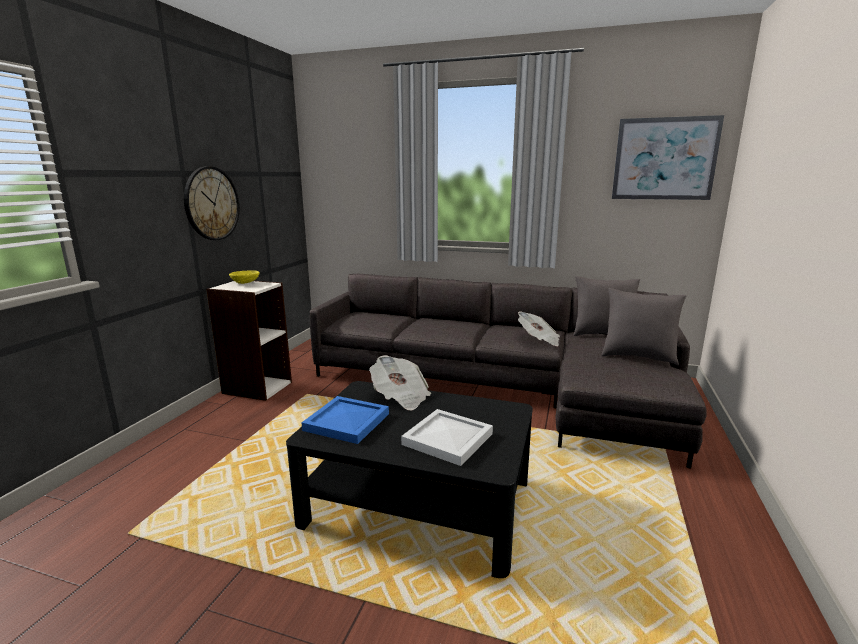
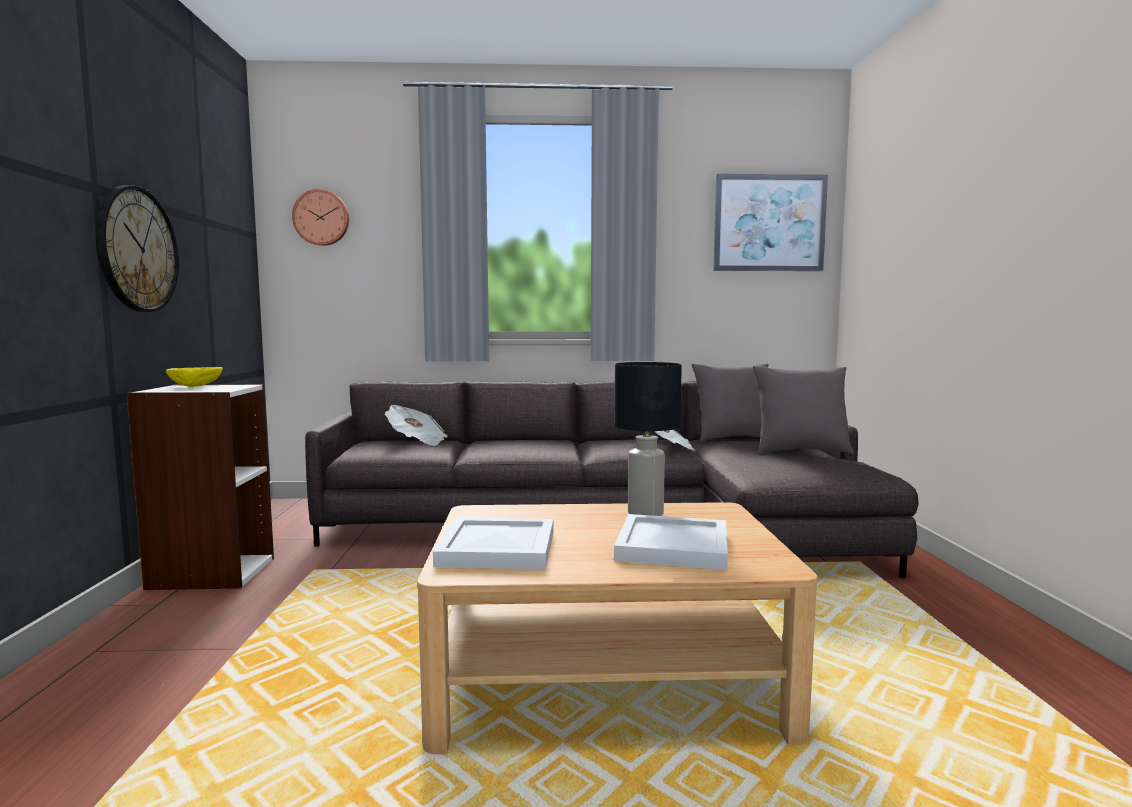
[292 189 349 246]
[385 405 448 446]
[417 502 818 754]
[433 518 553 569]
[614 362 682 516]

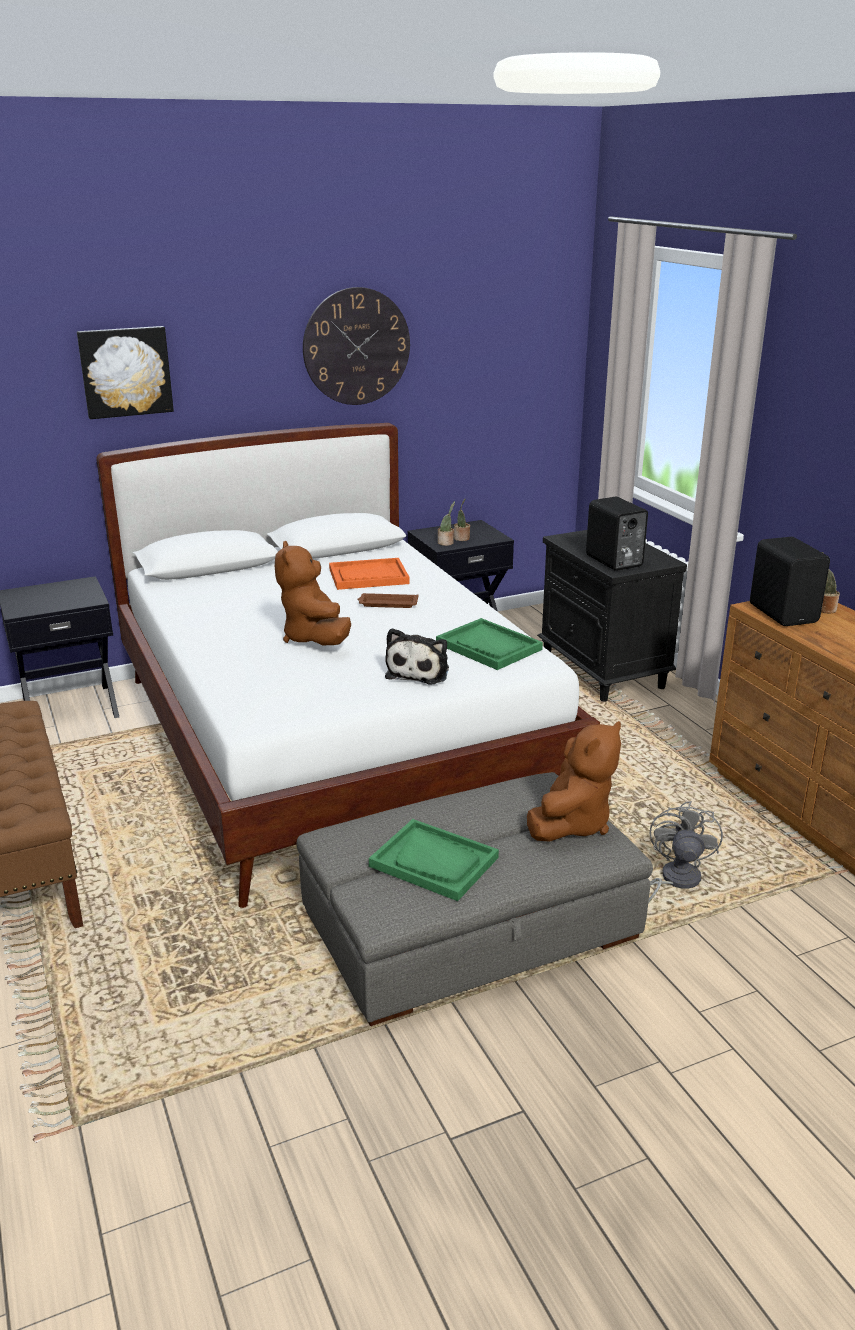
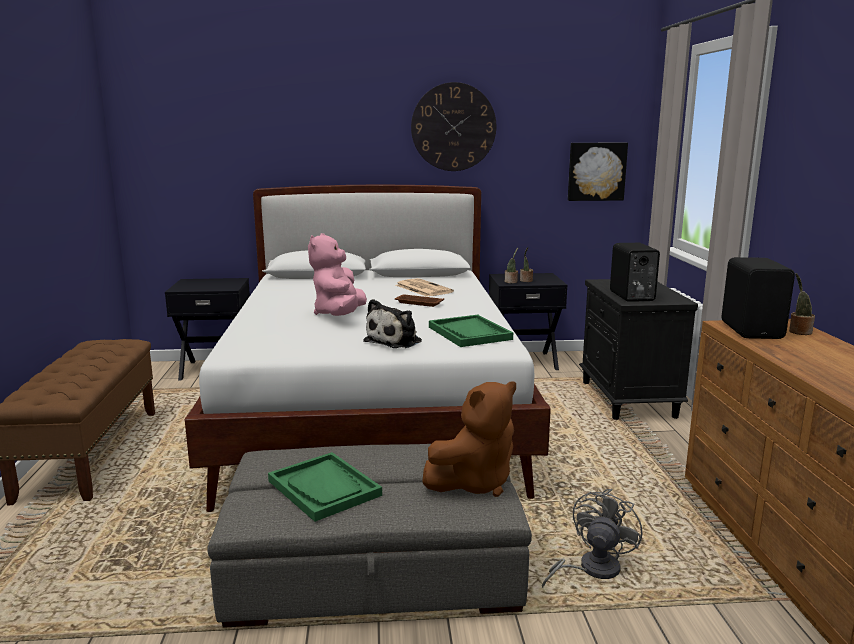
[308 233 367 316]
[396 278 454 297]
[568 143 628 201]

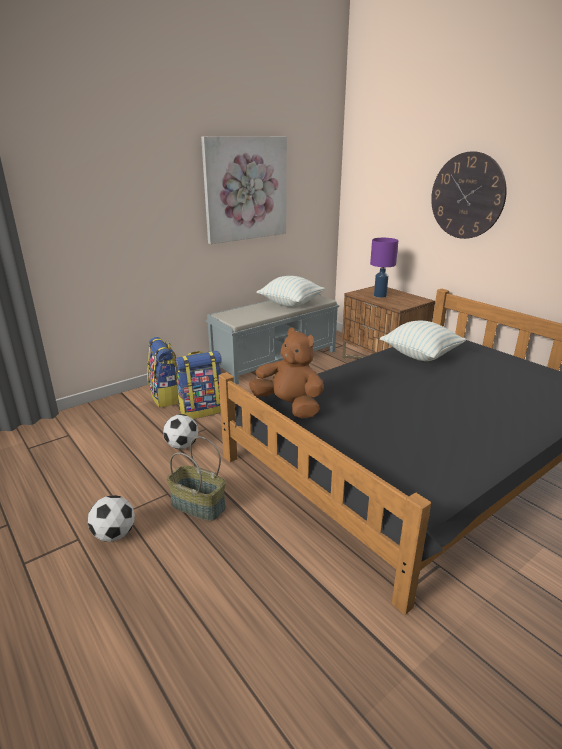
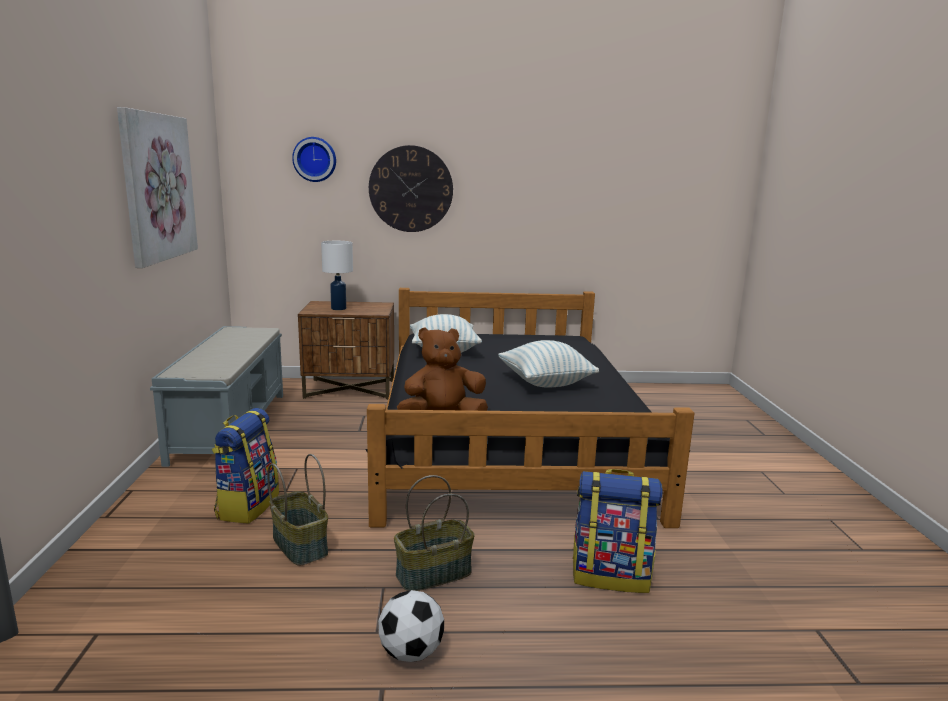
[267 454 328 566]
[292 137 336 182]
[321 241 353 310]
[498 340 599 387]
[572 469 663 593]

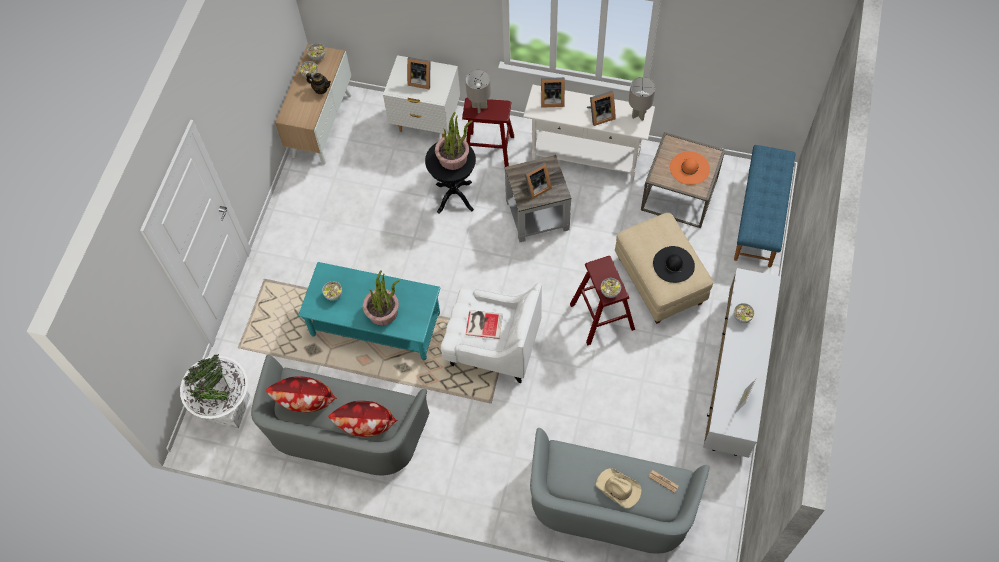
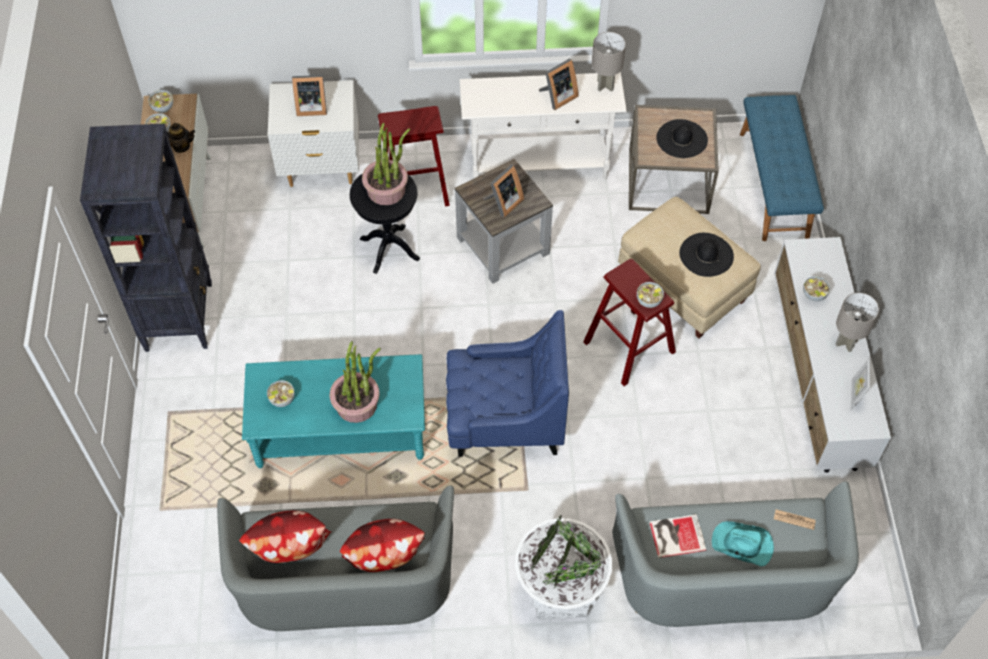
[80 123 212 352]
[446 310 569 457]
[515 514 612 620]
[649 514 706 558]
[656 119 708 158]
[712 521 774 566]
[836 293 879 352]
[541 77 565 108] (first image)

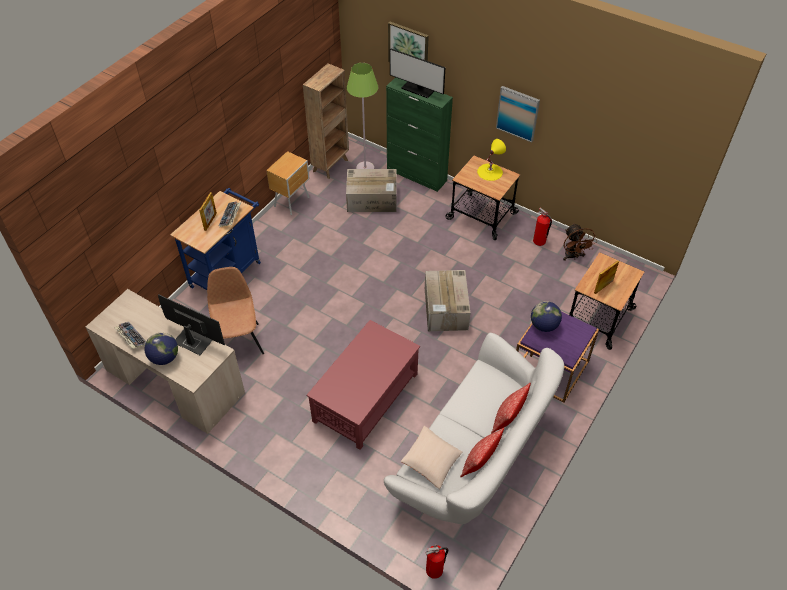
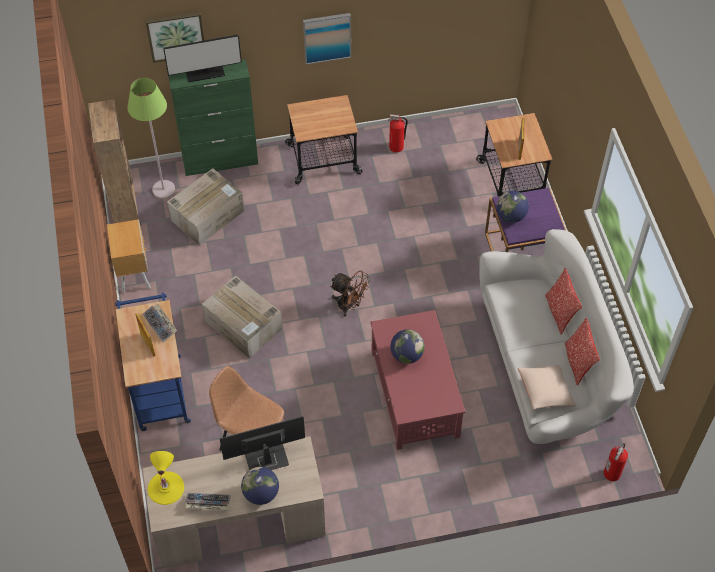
[148 451 184 505]
[202 276 283 359]
[330 270 370 317]
[390 329 425 364]

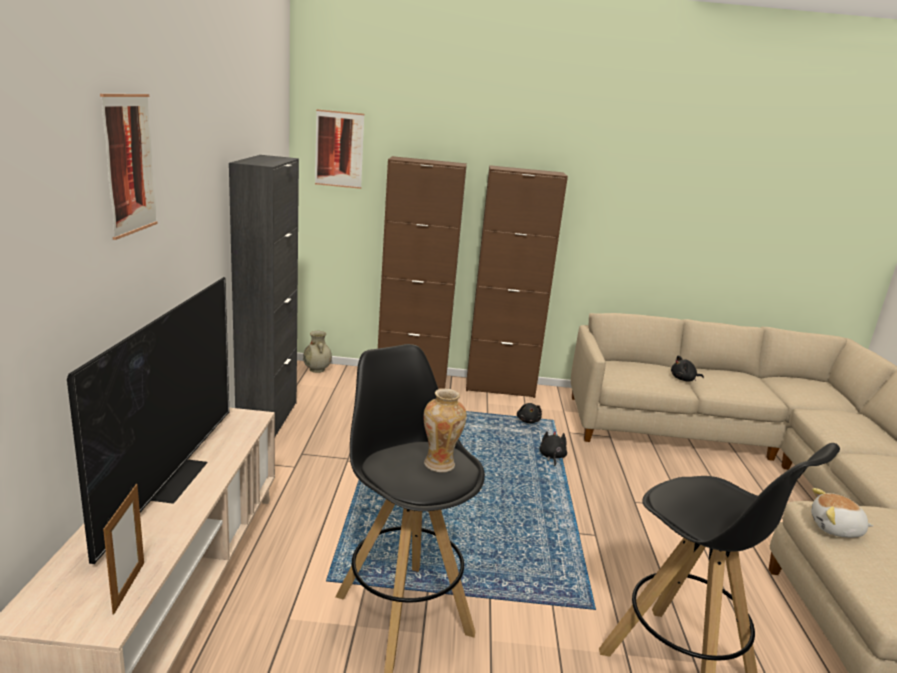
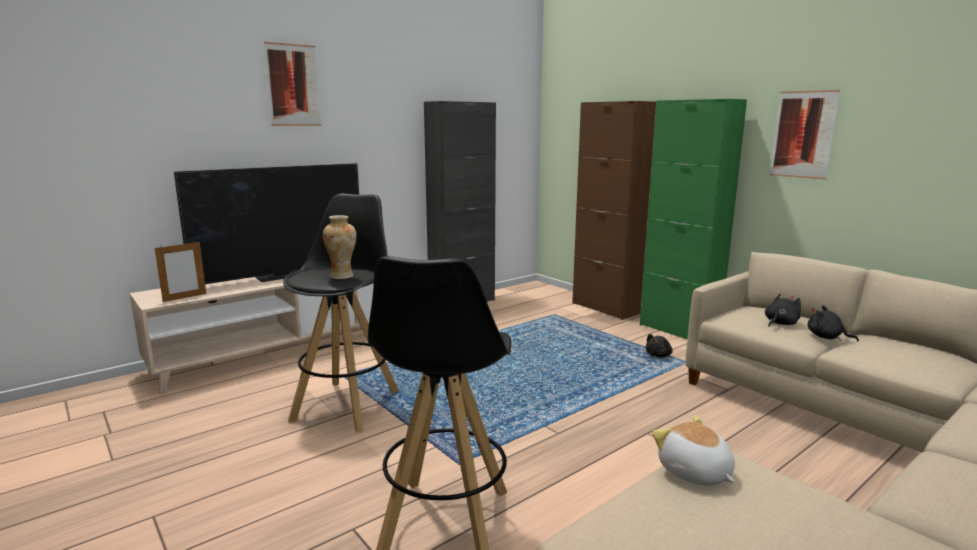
[640 99 747 339]
[765 294 801 327]
[770 90 840 179]
[303 331 332 373] (first image)

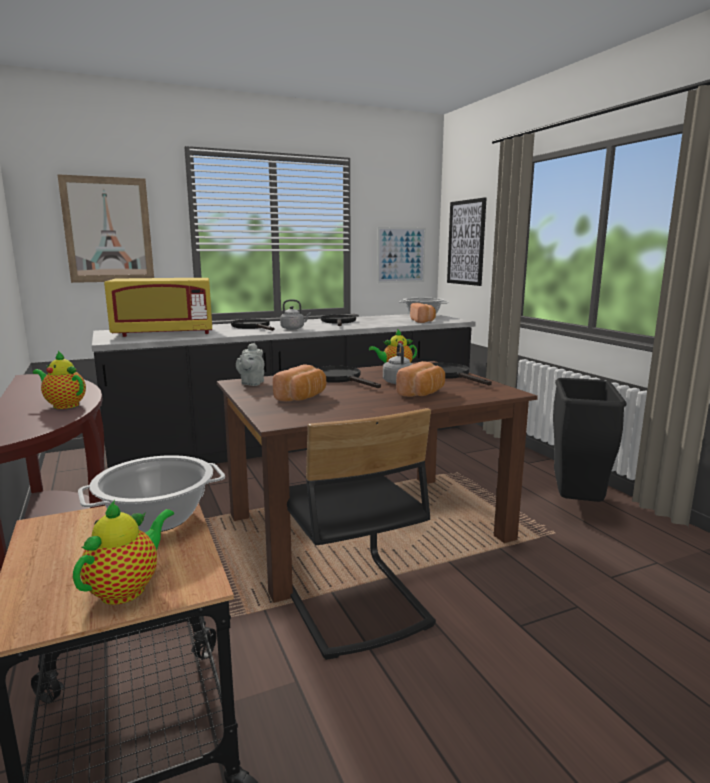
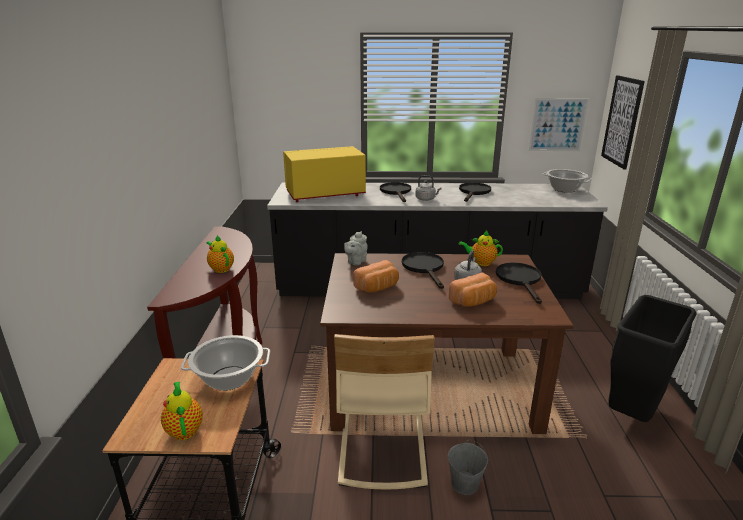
[161 382 203 440]
[283 146 366 202]
[334 334 435 489]
[448 439 488 495]
[57 174 154 283] (first image)
[410 303 436 323] (first image)

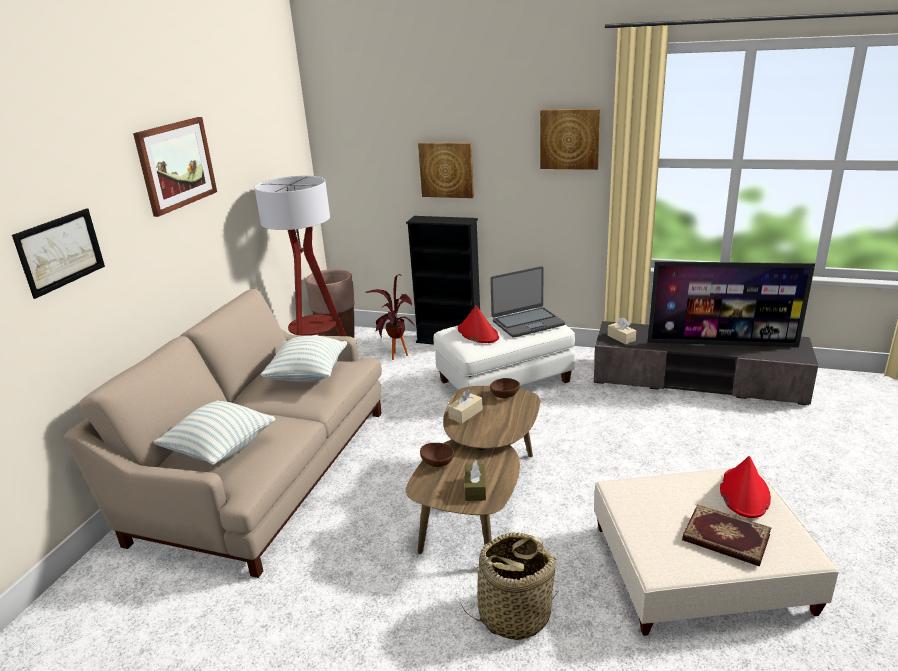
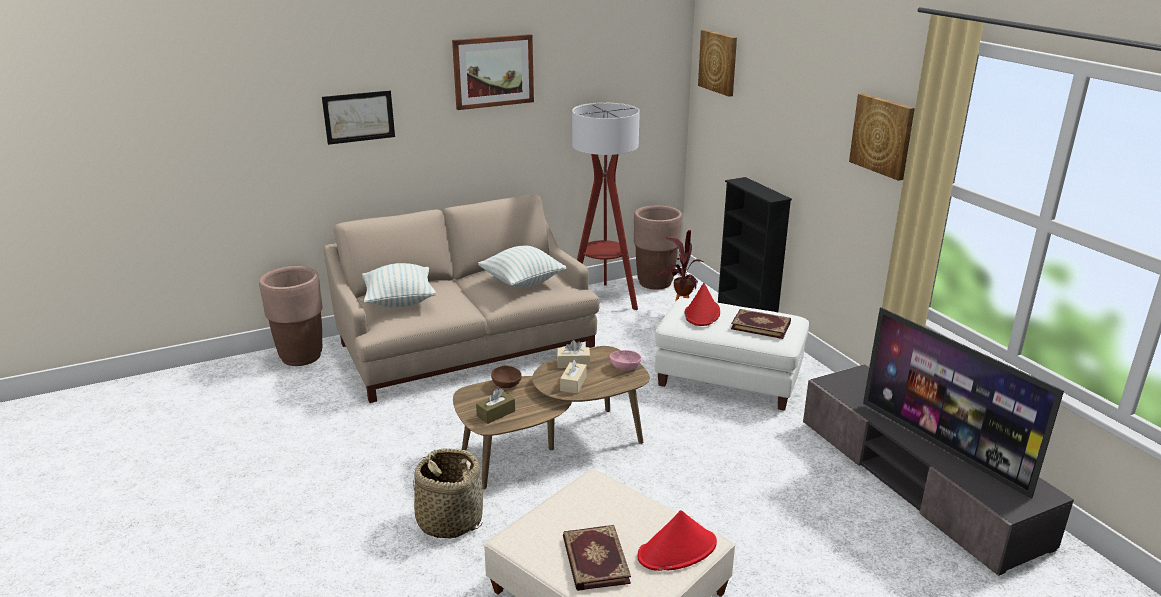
[259 266 322 366]
[560 358 587 394]
[610 350 641 370]
[698 30 737 97]
[731 309 791 339]

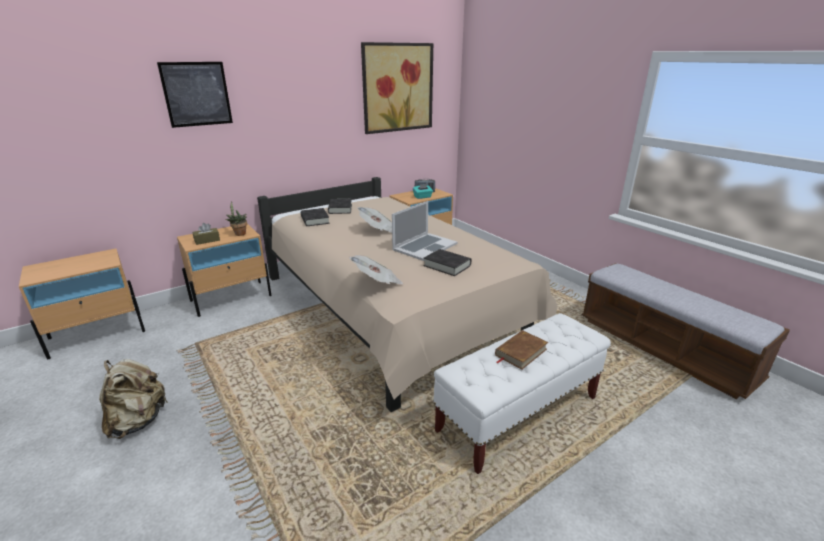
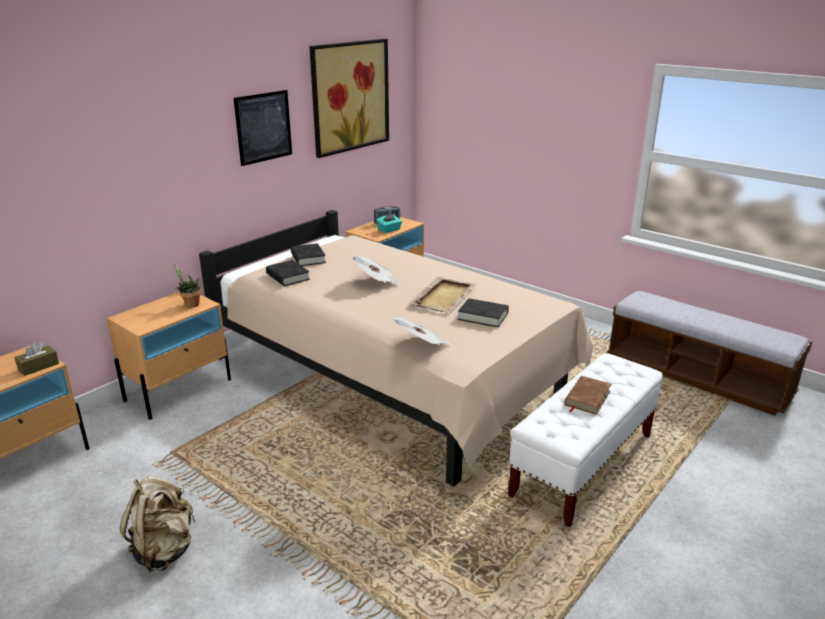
[14 342 59 376]
[234 90 292 166]
[410 277 476 313]

